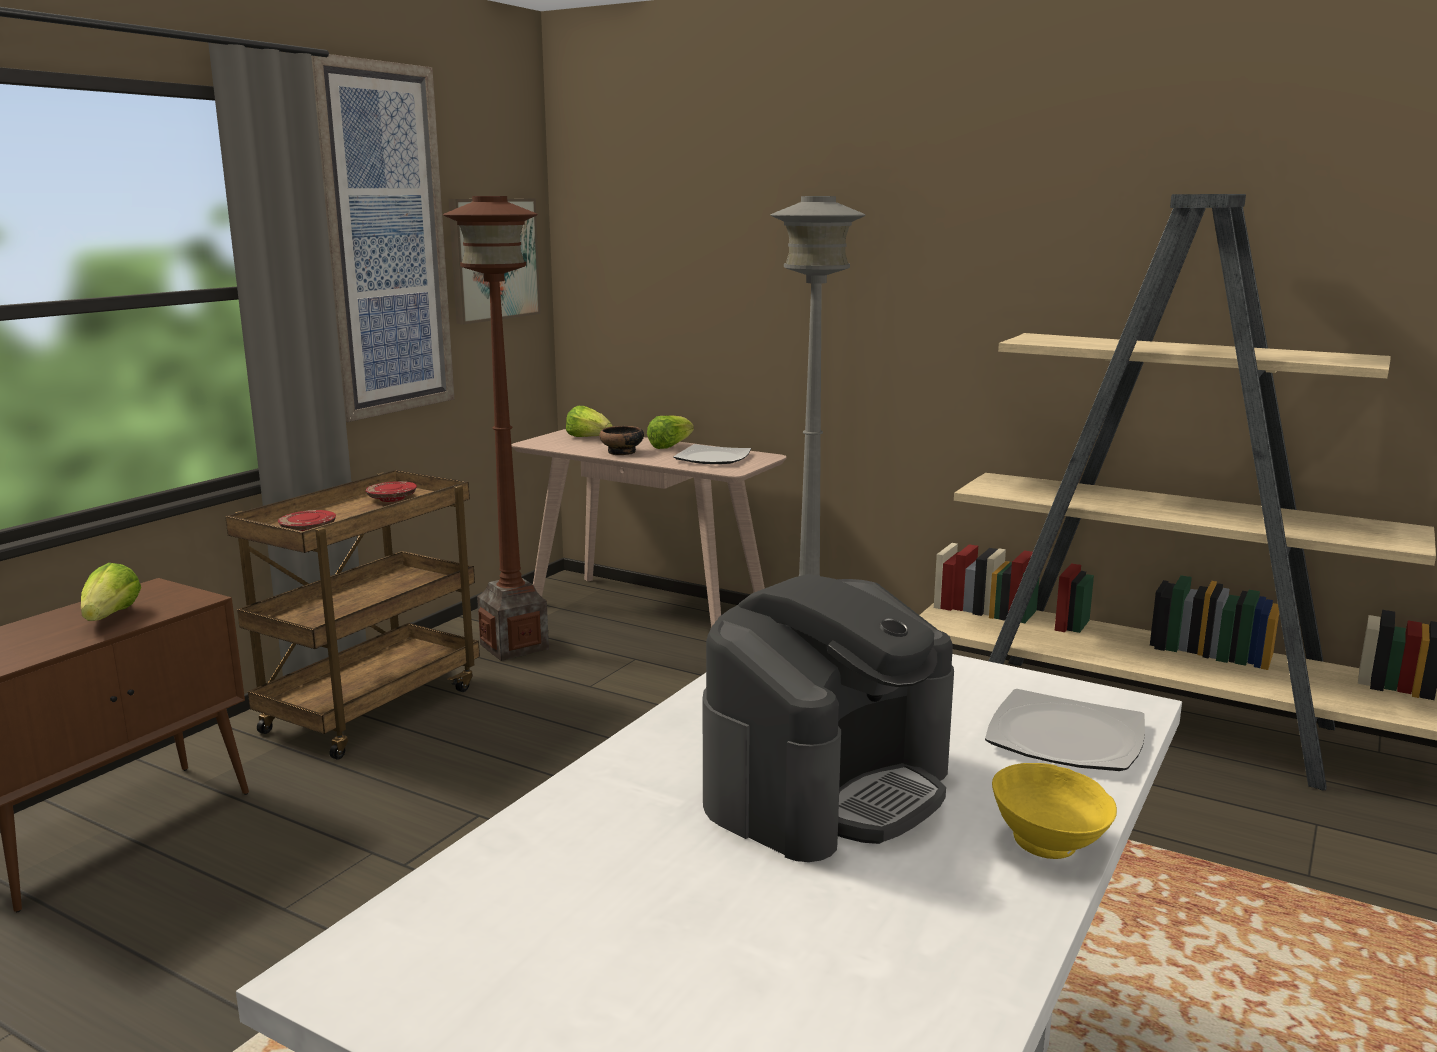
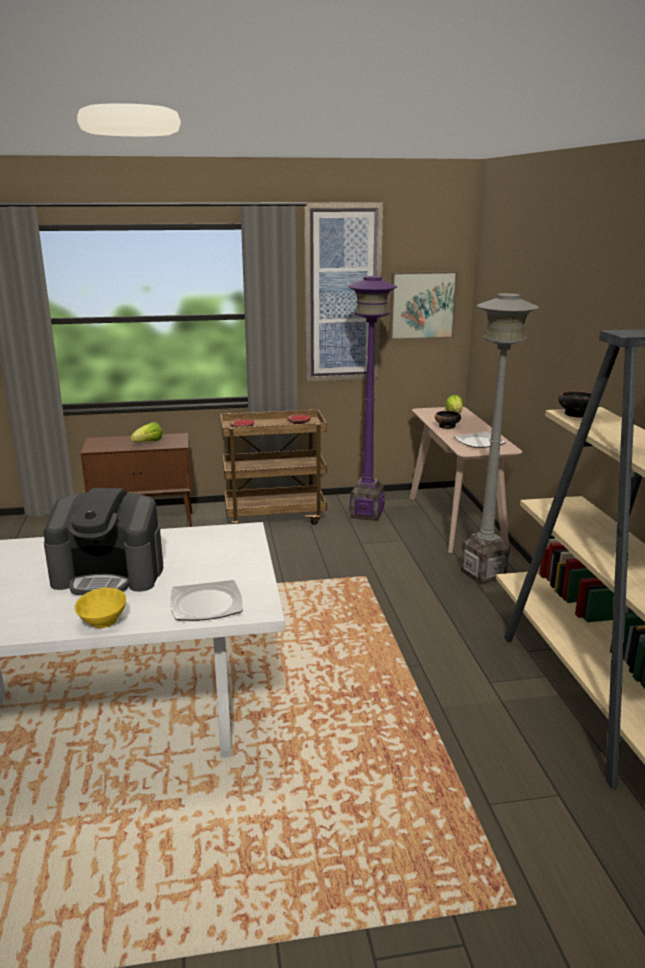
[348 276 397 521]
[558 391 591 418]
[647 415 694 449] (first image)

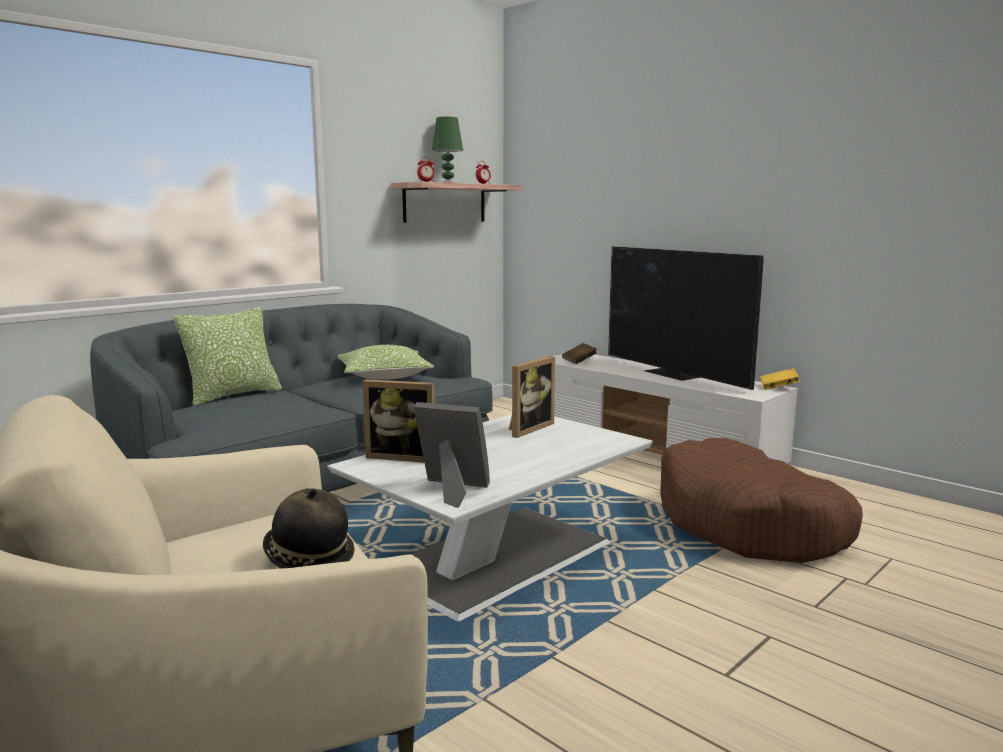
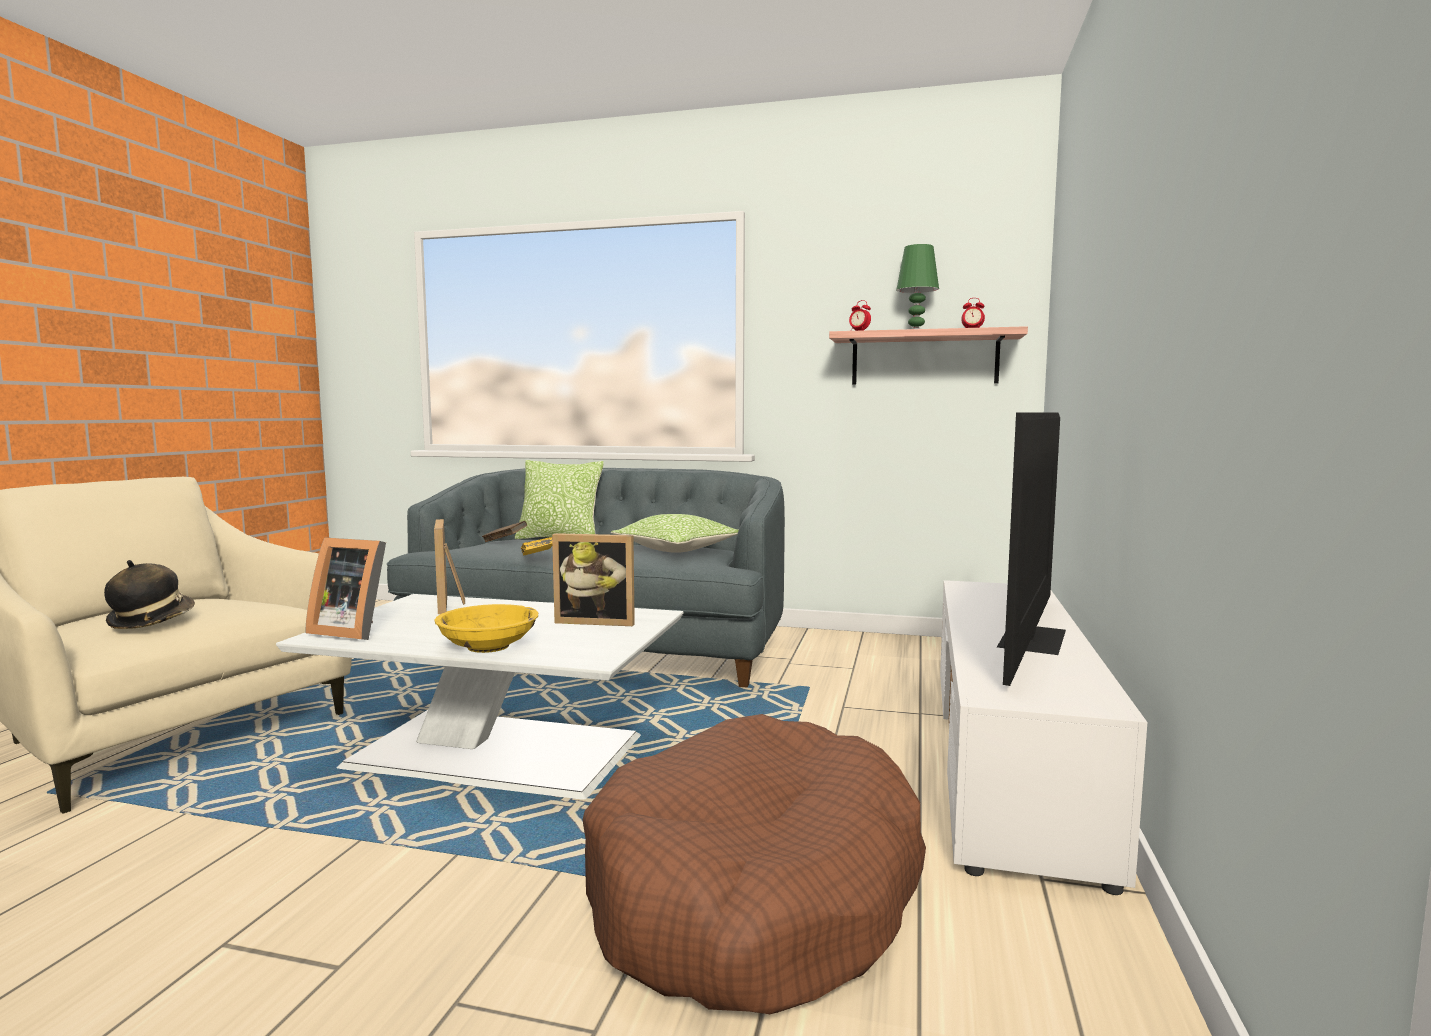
[306 537 386 640]
[434 604 538 653]
[482 521 527 542]
[521 537 552 555]

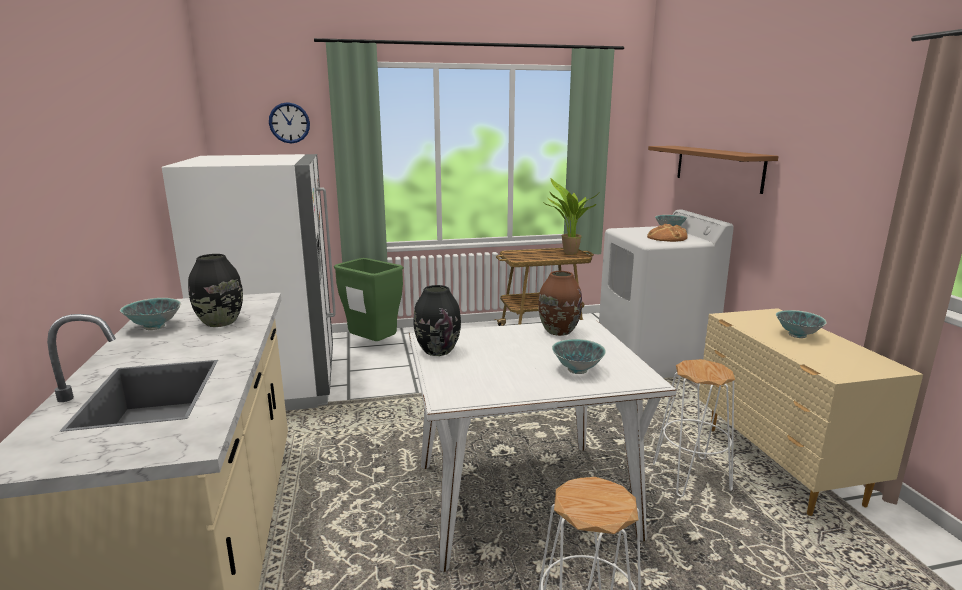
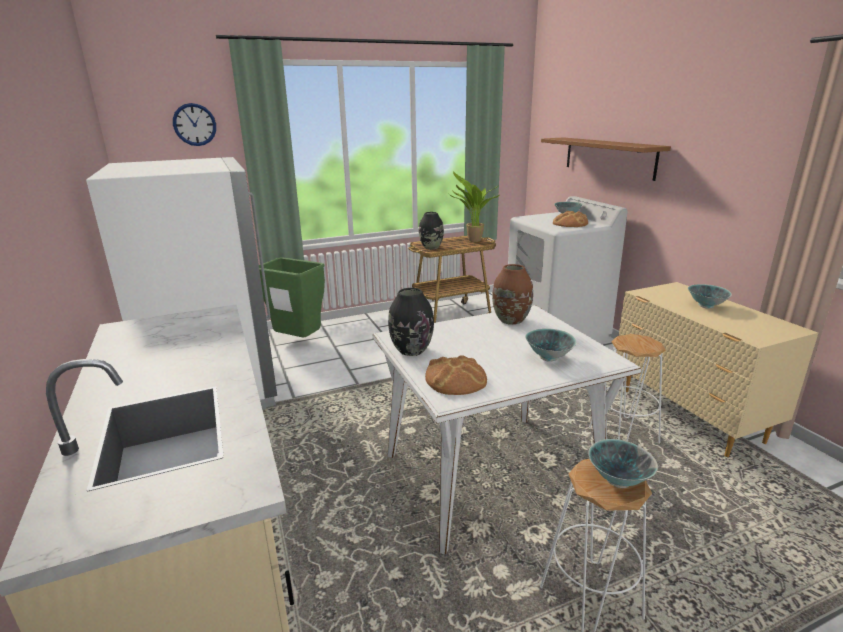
[419 212 444 249]
[425 355 487 395]
[588 439 658 488]

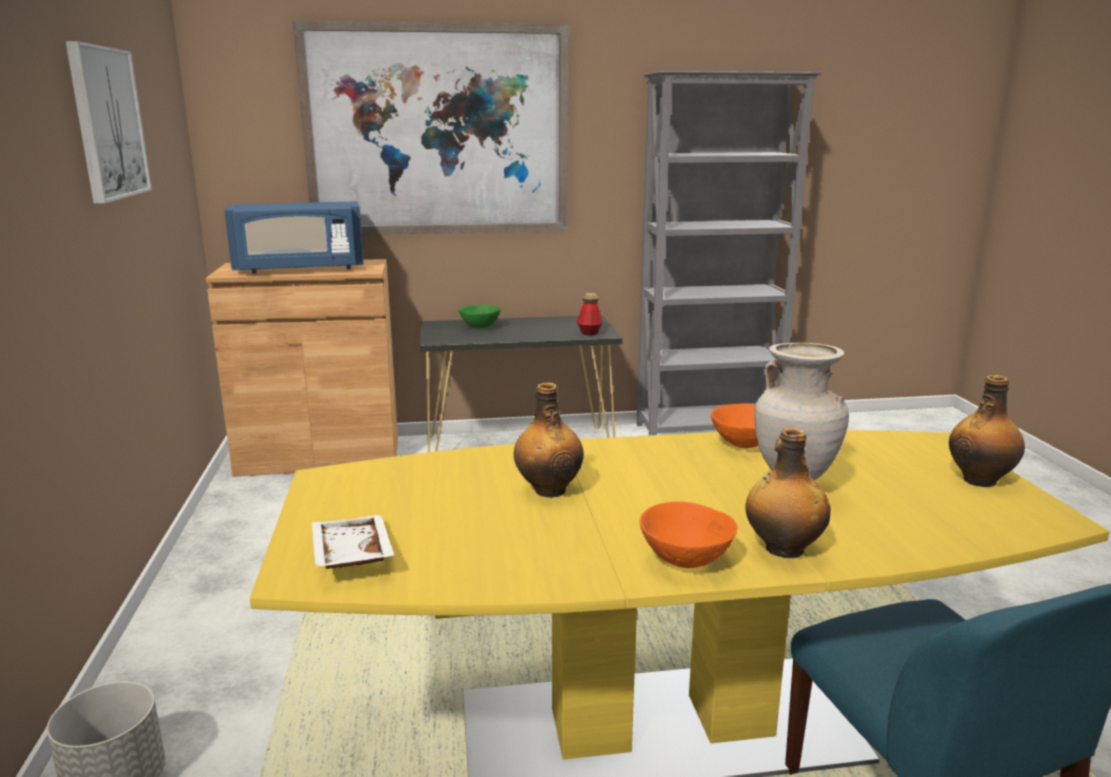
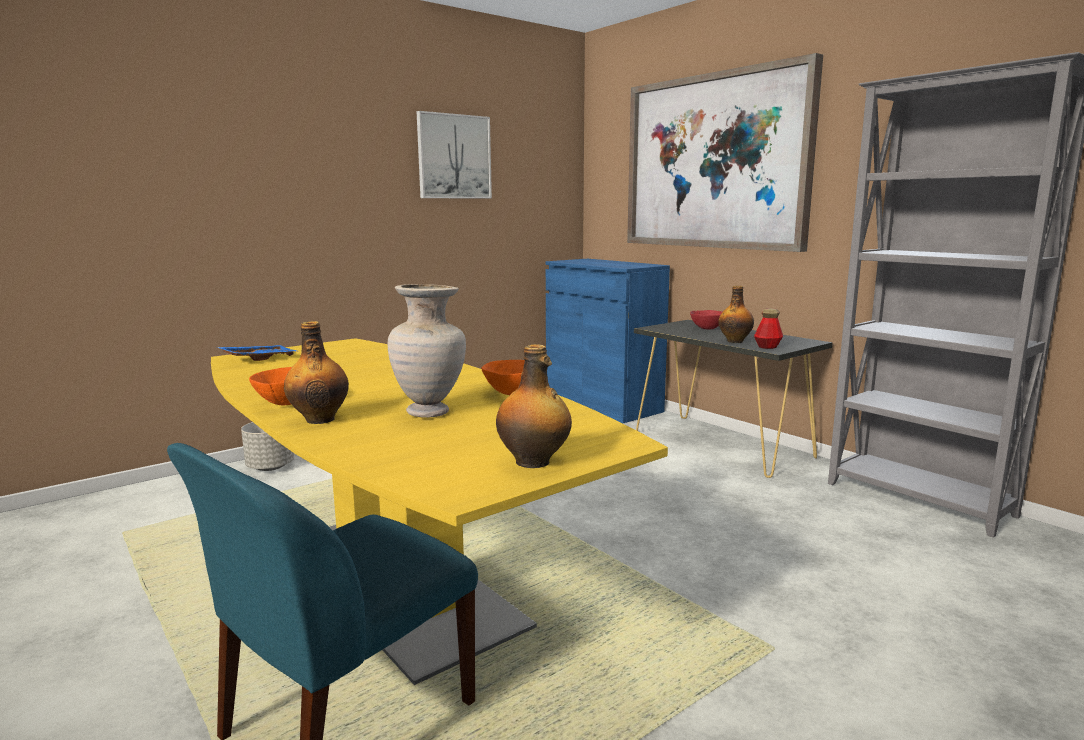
[217 345 297 361]
[546 259 670 423]
[690 310 722 330]
[718 286 754 343]
[224 201 364 274] (first image)

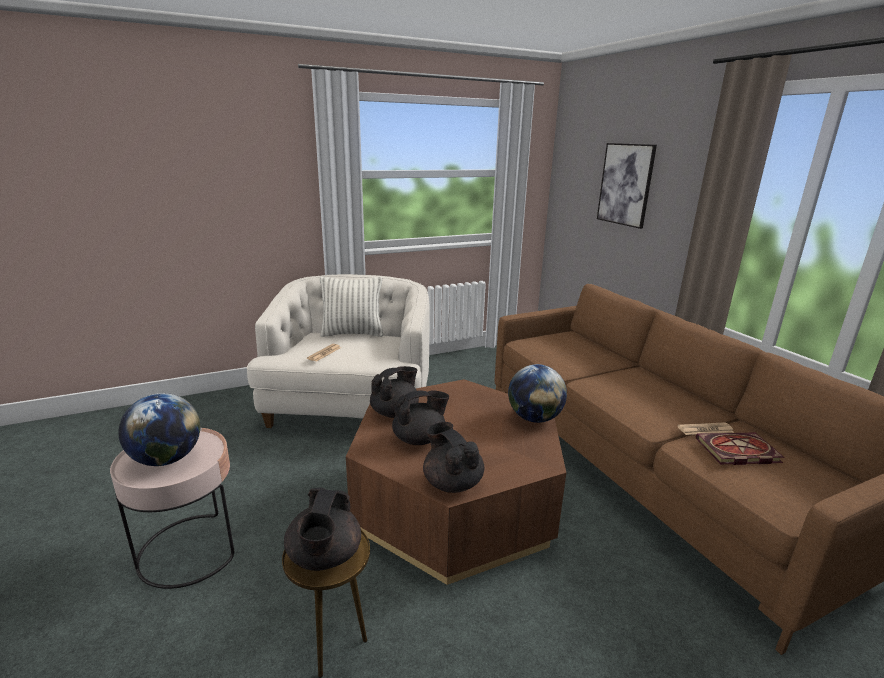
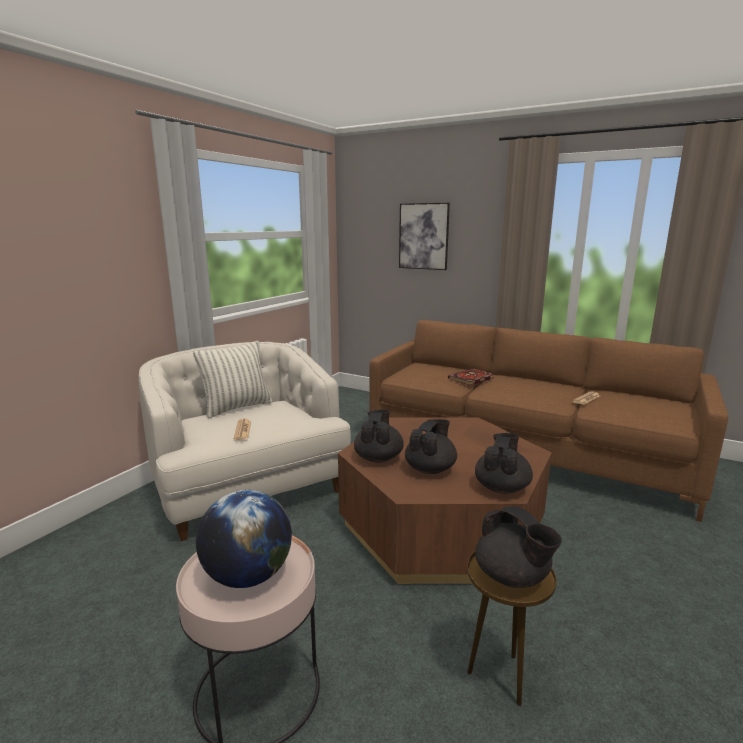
[448 368 494 386]
[475 433 533 494]
[508 364 567 423] (first image)

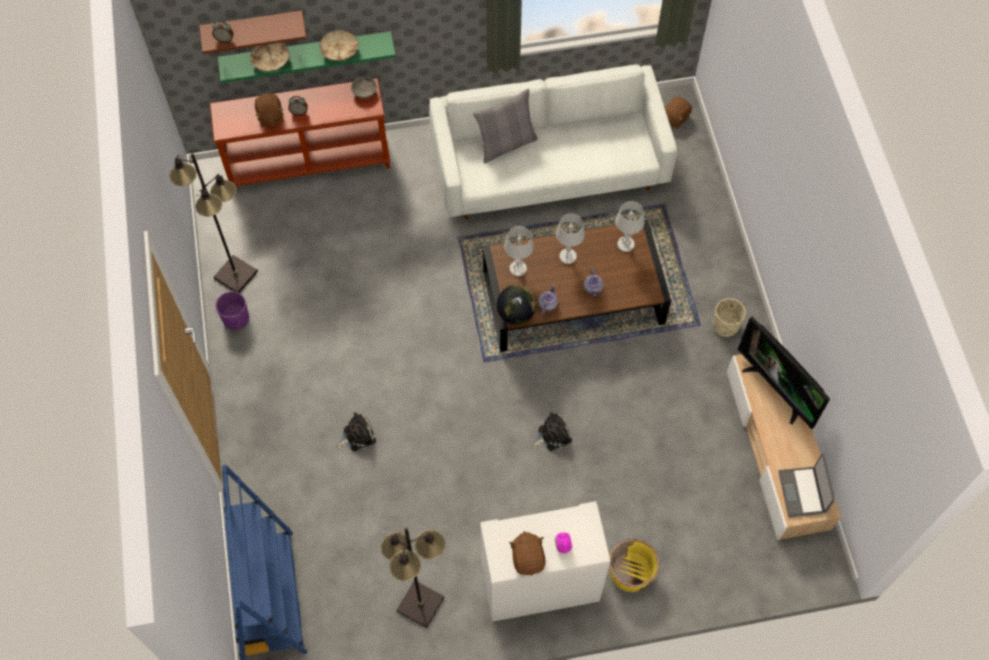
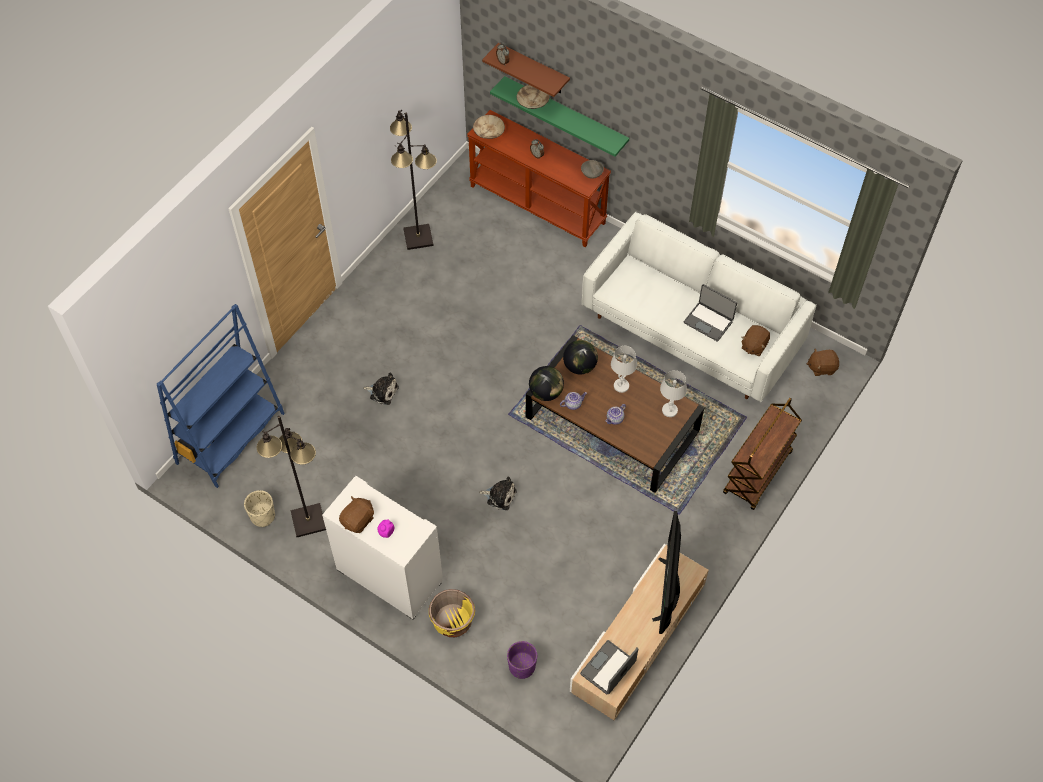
[244 490 275 527]
[473 115 505 139]
[507 641 537 679]
[563 340 598 375]
[683 284 737 342]
[723 398 802 510]
[742 325 770 356]
[473 88 538 163] (first image)

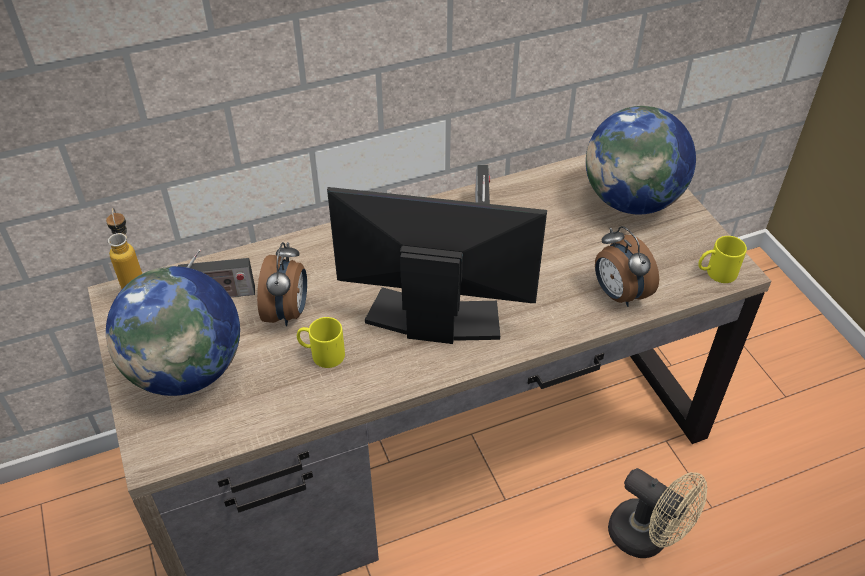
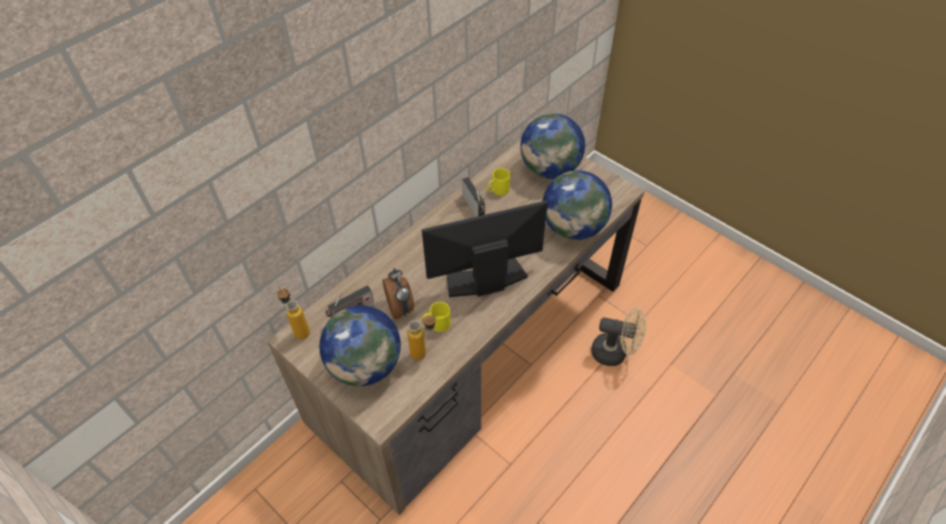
[407 315 436 360]
[487 168 510 195]
[542 170 612 240]

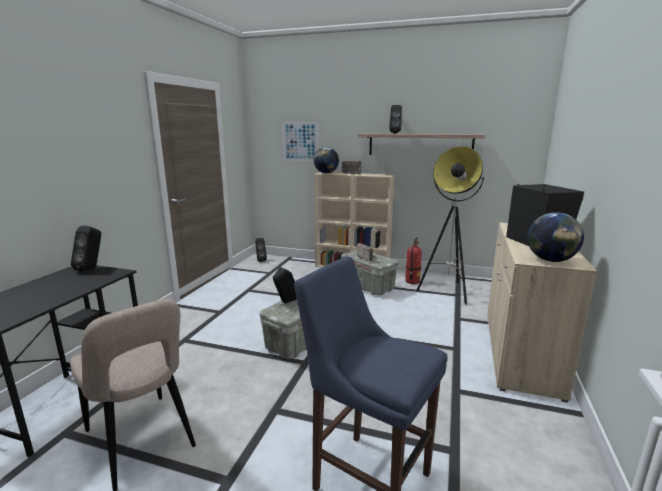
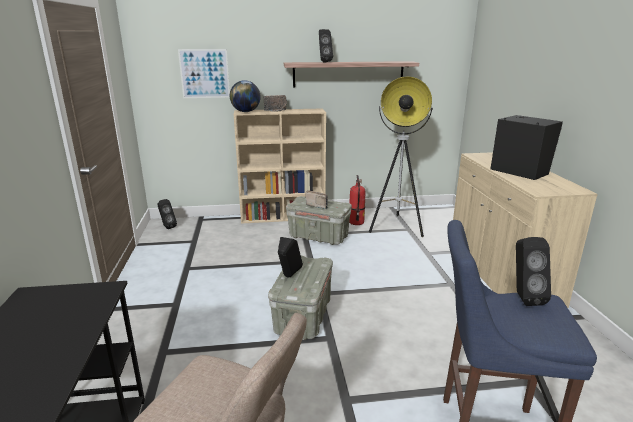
[516 237 551 306]
[527 212 584 262] (first image)

